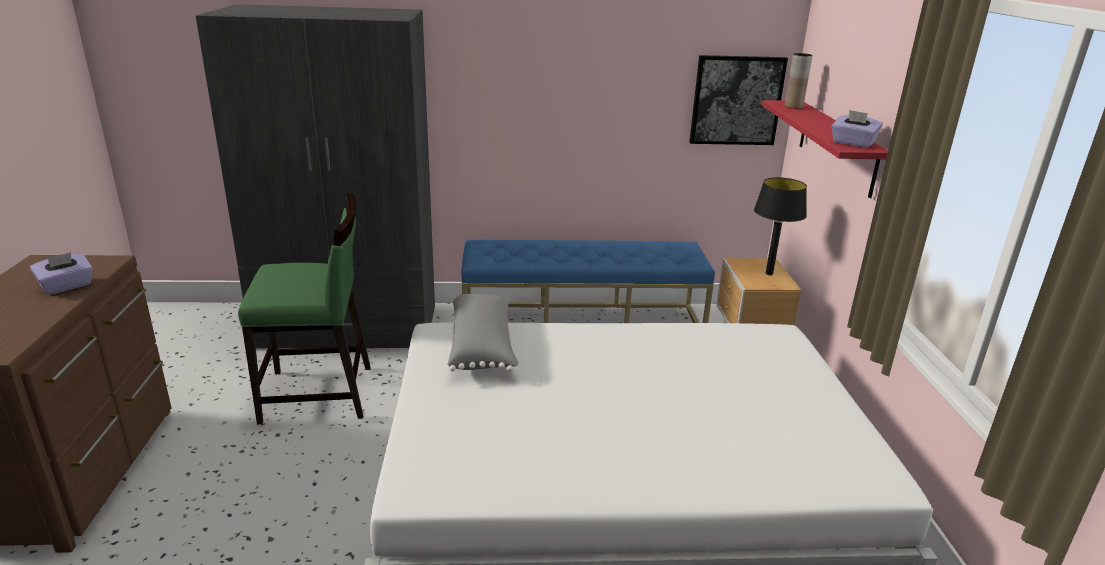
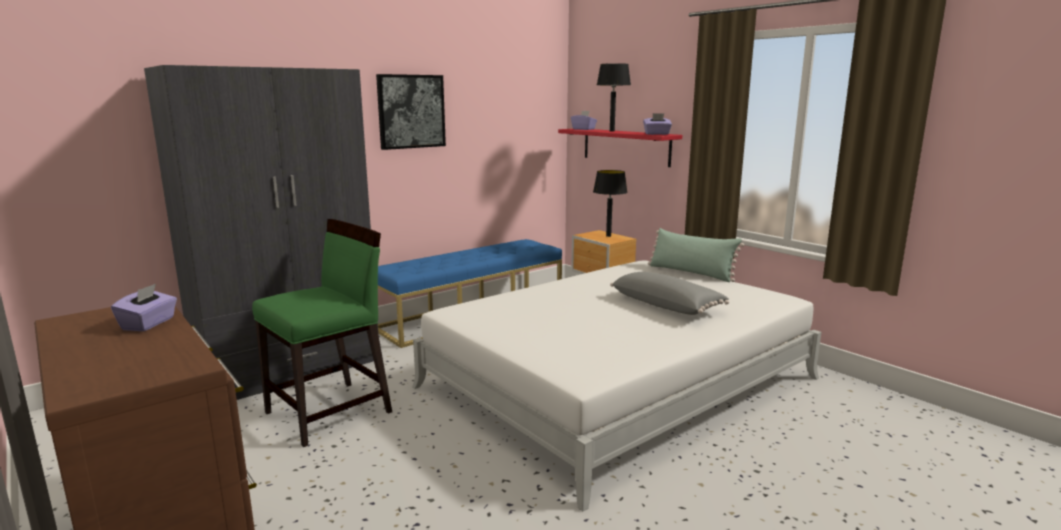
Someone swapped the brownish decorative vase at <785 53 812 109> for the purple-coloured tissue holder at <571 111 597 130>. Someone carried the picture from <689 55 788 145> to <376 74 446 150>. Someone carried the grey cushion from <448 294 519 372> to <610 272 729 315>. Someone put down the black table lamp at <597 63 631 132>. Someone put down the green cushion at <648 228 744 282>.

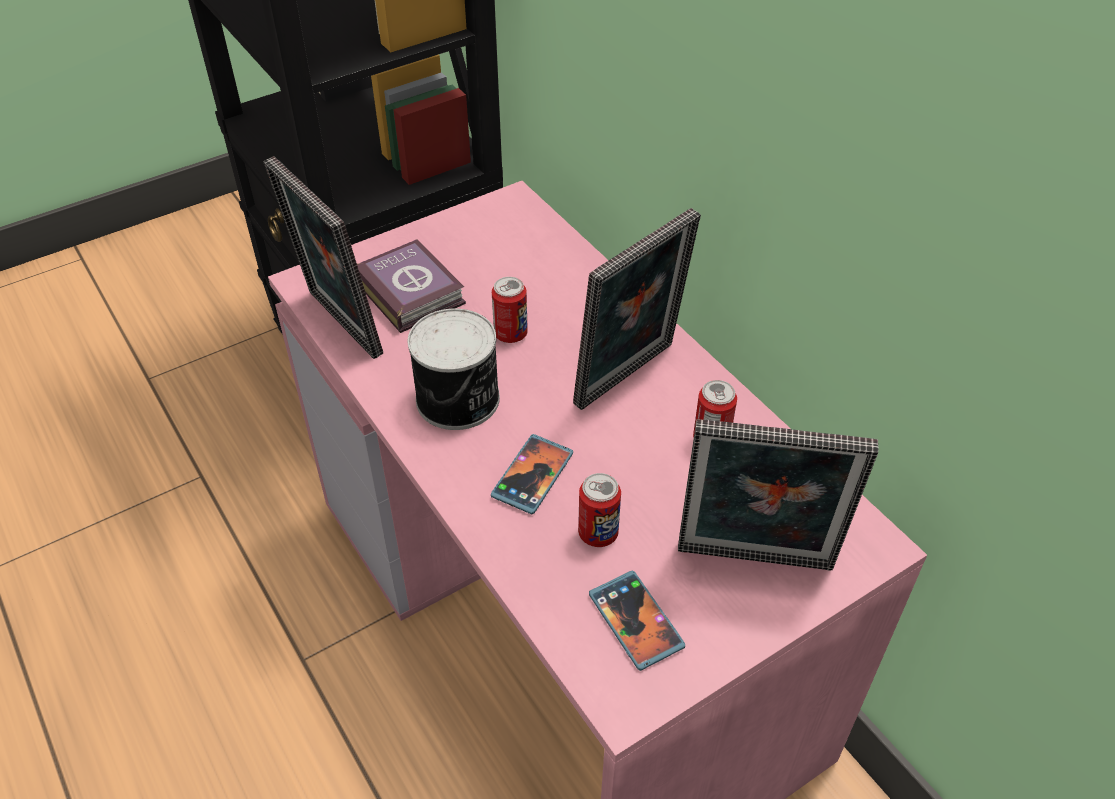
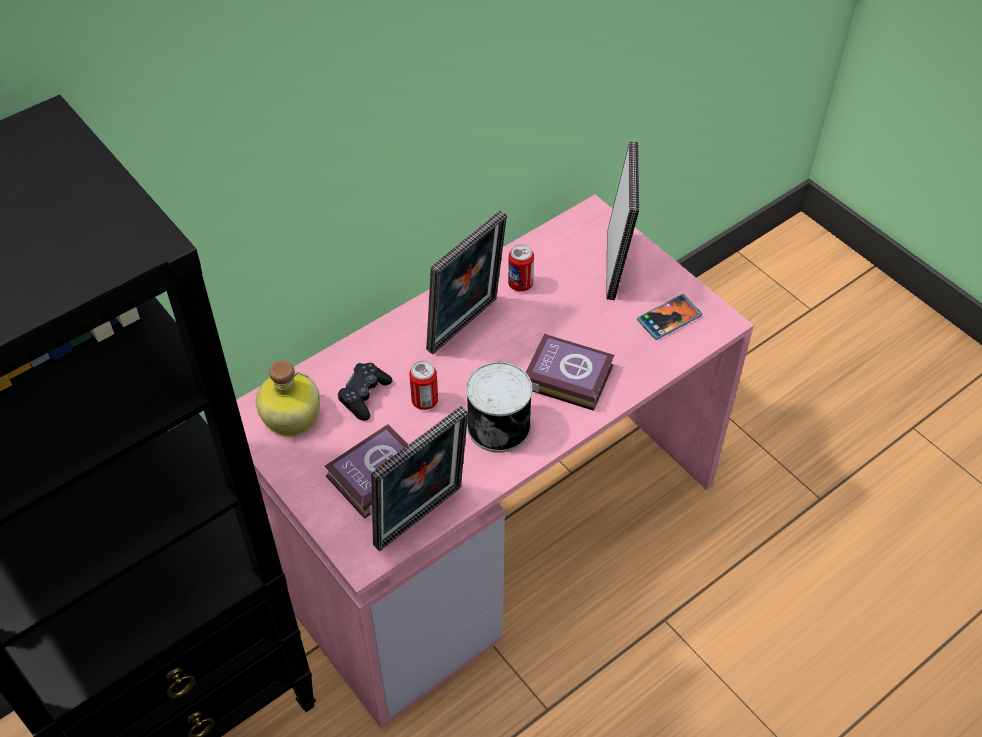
Someone rotated the picture frame at <573 208 701 410> by 90 degrees clockwise. Someone swapped the phone at <491 434 573 514> for the book at <526 334 614 411>. Someone took away the can at <578 473 621 547>. Someone put down the bottle at <256 360 320 437>. Someone put down the black game controller at <338 363 392 421>.

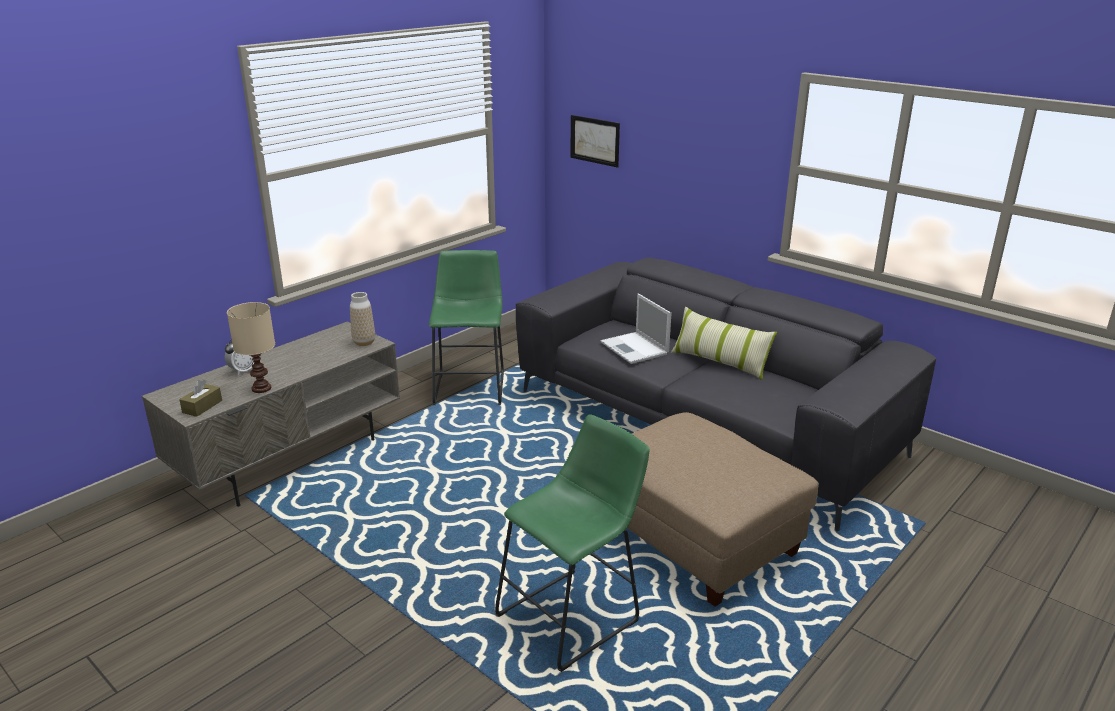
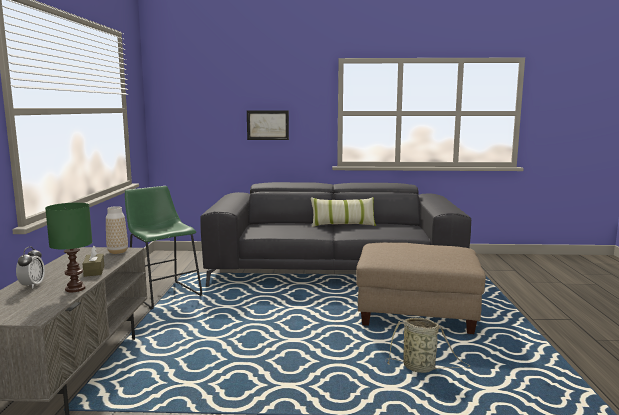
Someone carried the picture from <570 115 620 167> to <247 110 289 140>. Someone took away the notebook computer at <601 294 671 364>. Someone repainted the beige-coloured table lamp at <227 302 275 393>, which became the green table lamp at <45 203 92 292>. Someone carried the brownish tissue holder from <179 379 222 417> to <83 246 104 277>. Someone swapped the green sitting stool at <495 414 650 672> for the basket at <385 318 470 373>.

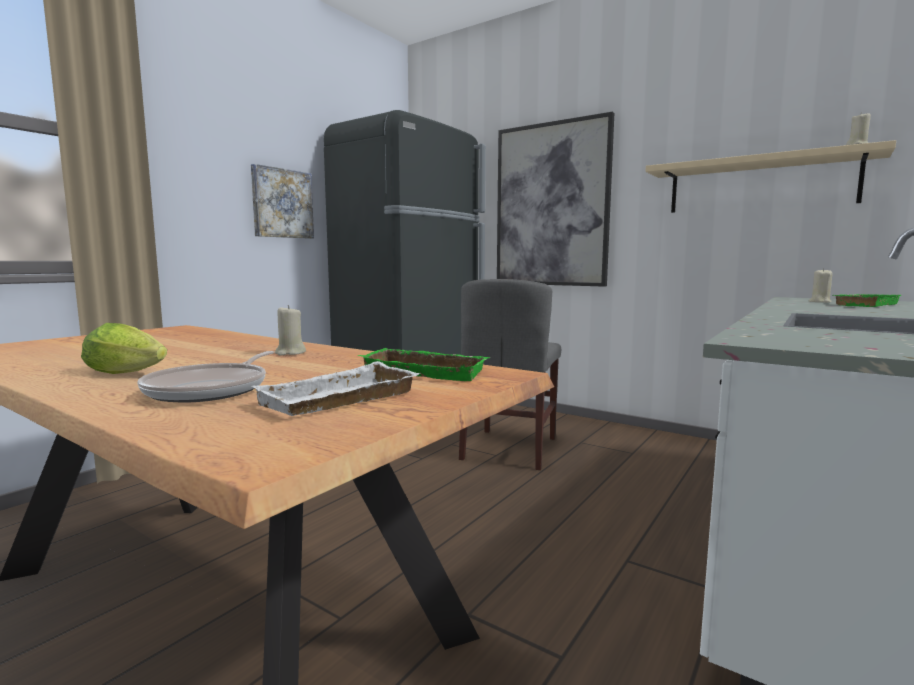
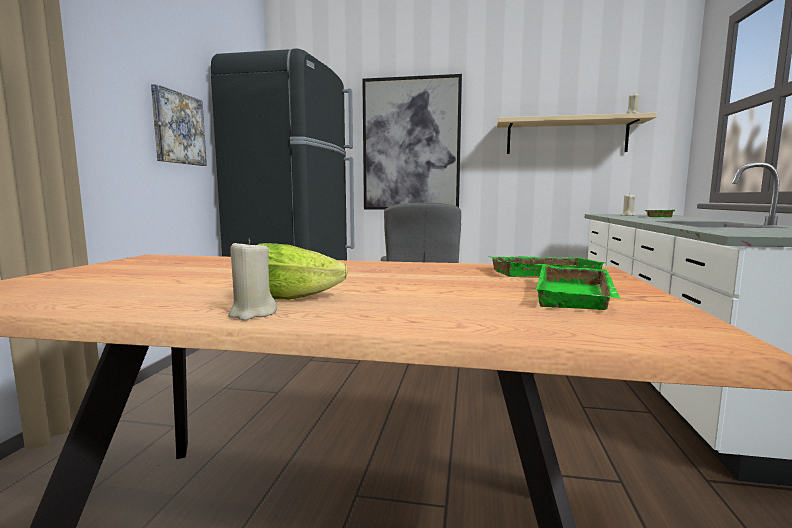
Someone carried the beige-coloured wax light from <275 305 306 356> to <228 239 277 321>. Someone took away the frying pan at <137 351 274 403>. Someone repainted the whitish serving tray at <251 361 420 416>, which became the green serving tray at <535 264 620 310>.

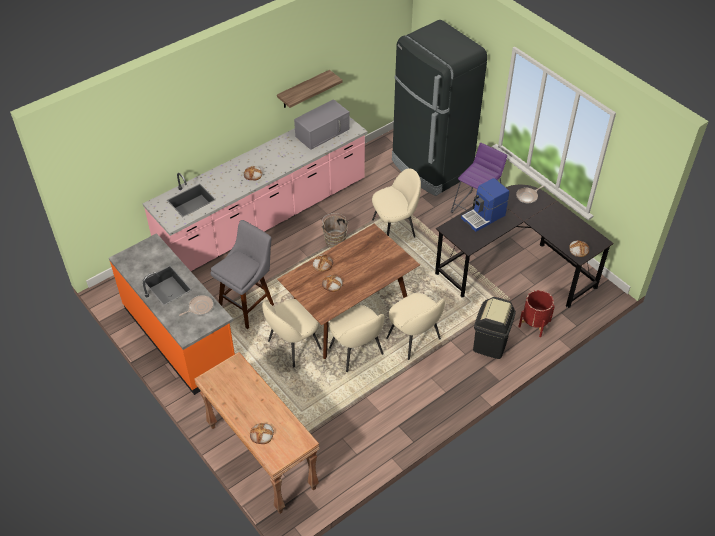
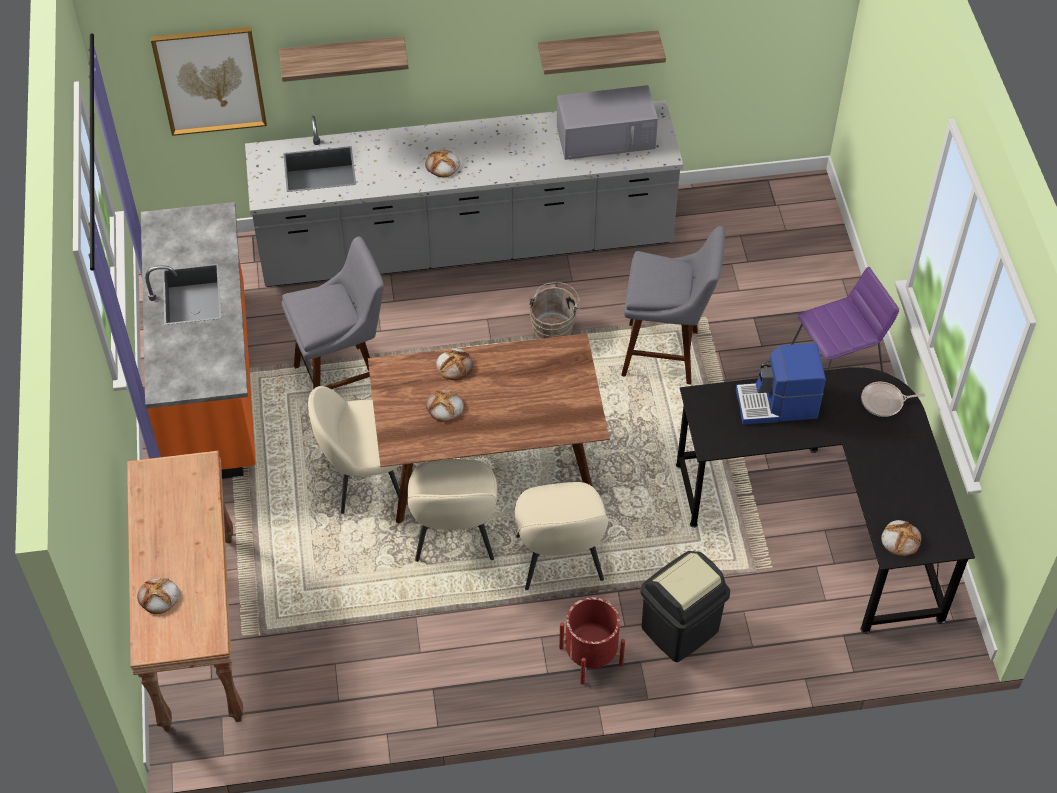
Someone took away the black kitchen fridge at <392 20 487 196>. Someone repainted the pinkish counter at <143 116 367 271>, which became the grey counter at <245 100 683 287>. Someone swapped the beige-coloured upright chair at <372 168 421 238> for the grey sitting stool at <621 226 725 385>. Someone carried the red plant pot from <518 290 555 337> to <559 597 625 684>. Someone took away the frying pan at <179 295 213 316>. Someone put up the picture at <151 27 267 136>. Someone put up the wall shelf at <279 36 409 82>.

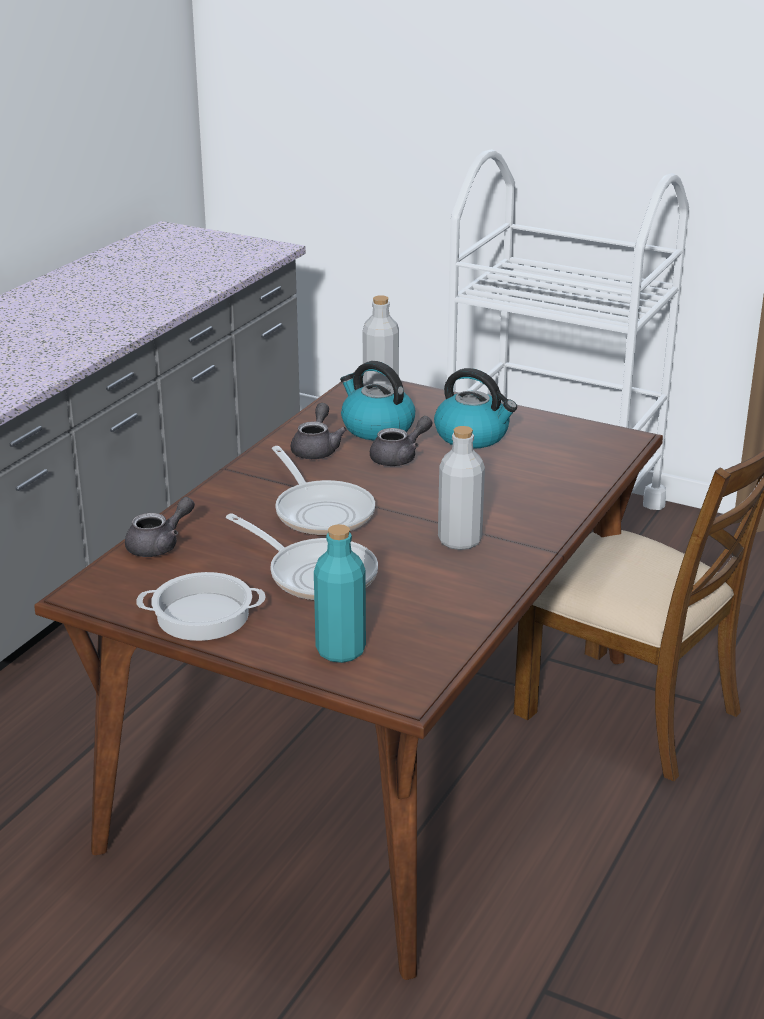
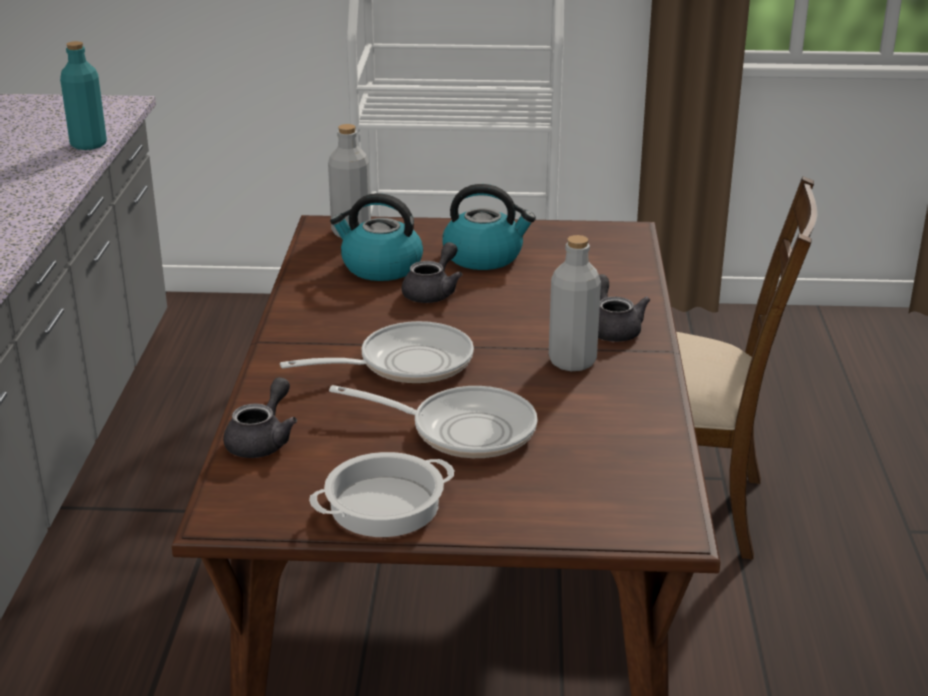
Someone carried the grey tea pot from <291 403 347 459> to <598 274 650 342>. Someone rotated the frying pan at <272 446 375 536> by 60 degrees counterclockwise. Someone carried the blue-green bottle from <314 524 366 663> to <60 41 107 150>.

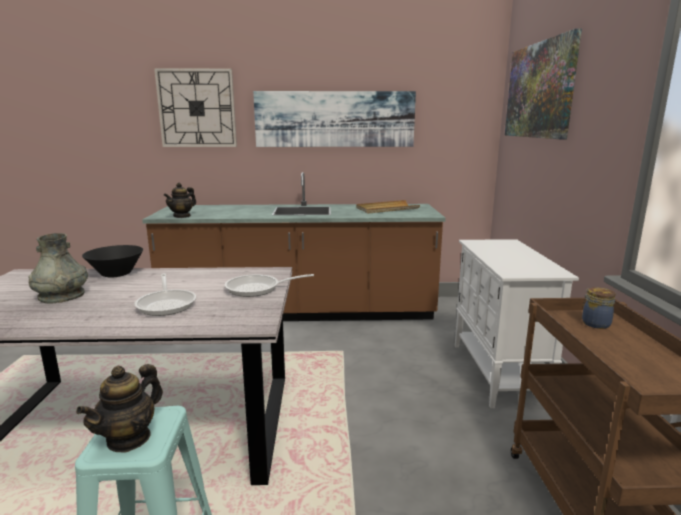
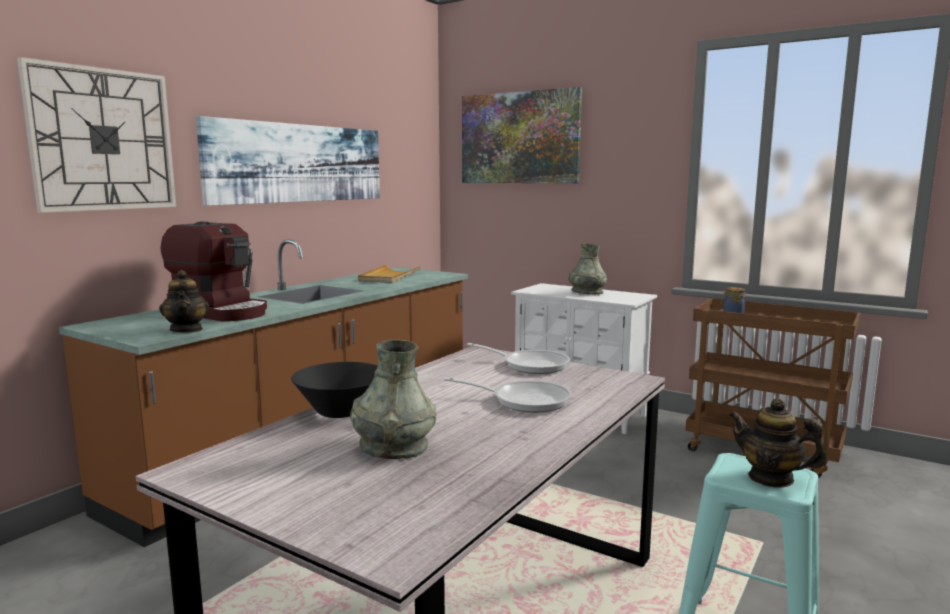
Someone rotated the frying pan at <225 274 314 297> by 90 degrees counterclockwise. Someone rotated the tea pot at <76 364 163 453> by 150 degrees clockwise. Someone put down the coffee maker at <161 222 267 321>. Someone put down the grey decorative vase at <568 244 607 294>.

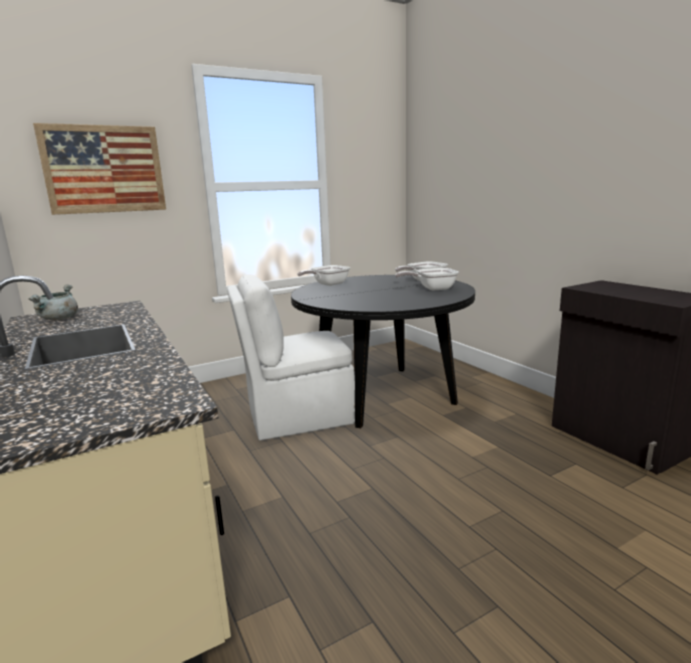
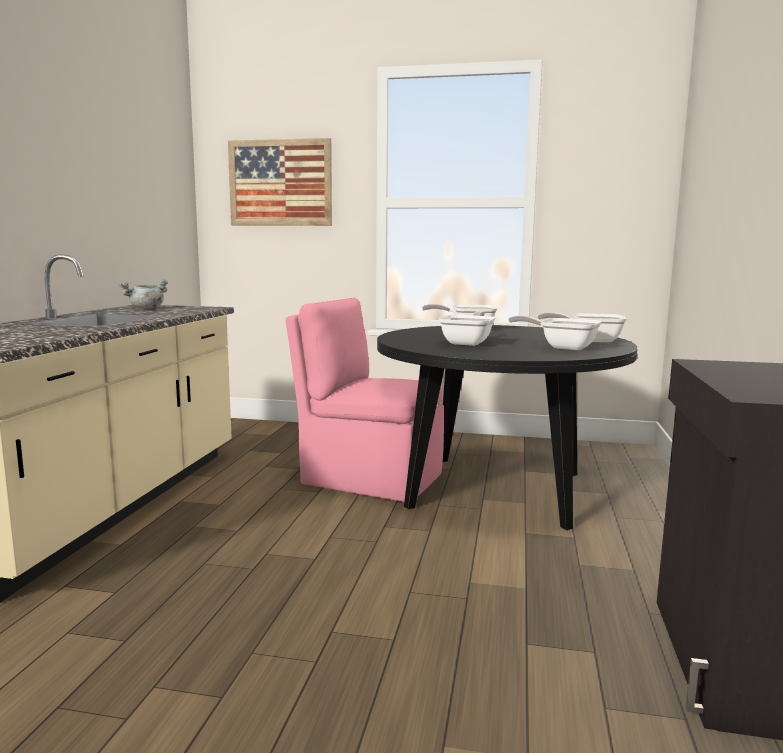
Someone repainted the whitish upright chair at <227 274 355 441>, which became the pinkish upright chair at <285 298 444 502>. Someone put down the frying pan at <438 311 496 346>.

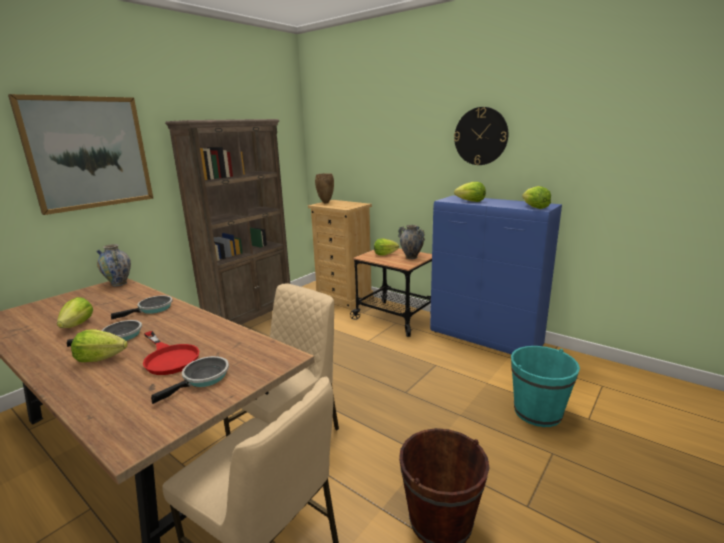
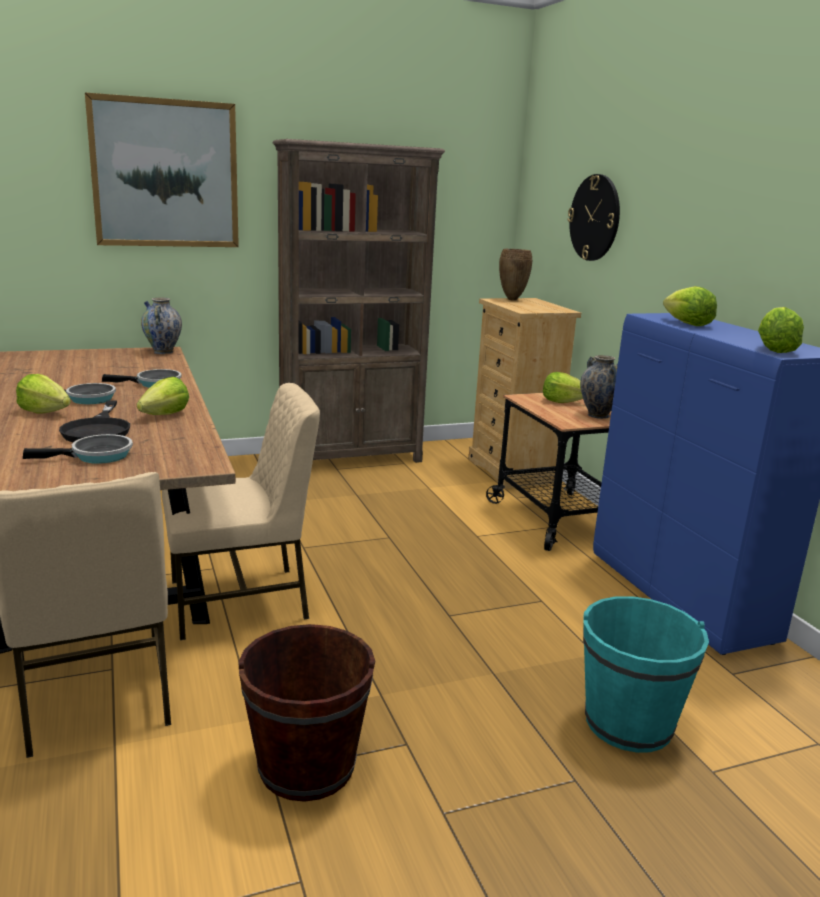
Someone carried the clock on the wall from <454 107 508 165> to <568 174 620 261>. Someone carried the lettuce head from <57 297 93 328> to <137 377 189 415>. Someone repainted the red frying pan at <143 331 199 375>, which became the black frying pan at <59 400 130 442>.

